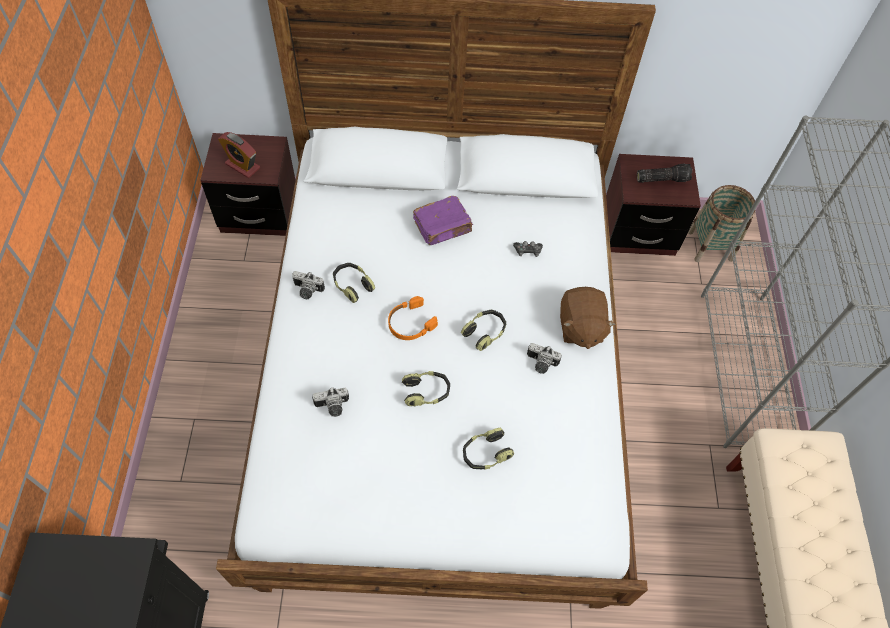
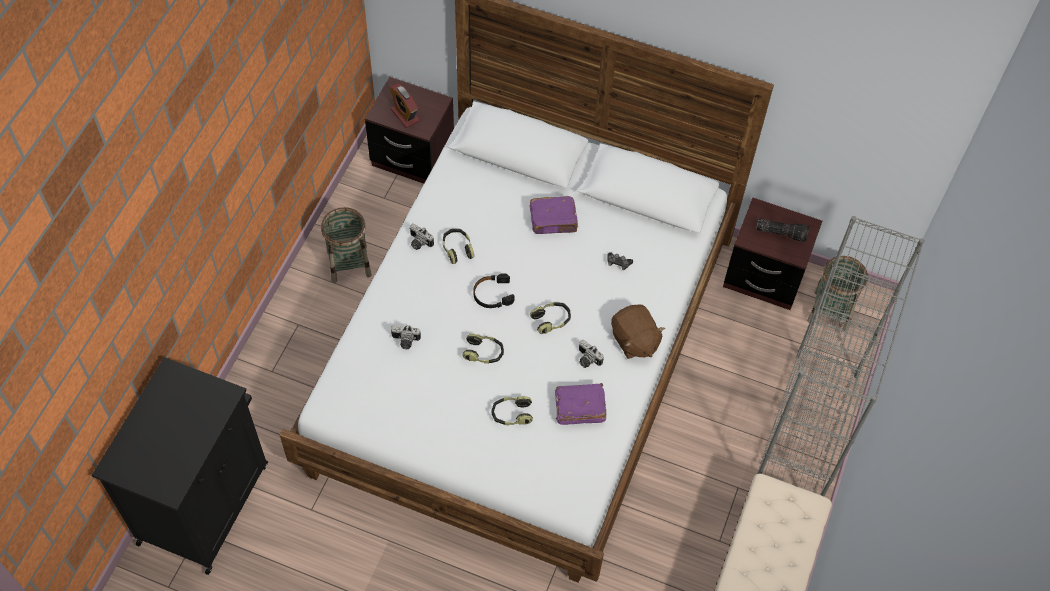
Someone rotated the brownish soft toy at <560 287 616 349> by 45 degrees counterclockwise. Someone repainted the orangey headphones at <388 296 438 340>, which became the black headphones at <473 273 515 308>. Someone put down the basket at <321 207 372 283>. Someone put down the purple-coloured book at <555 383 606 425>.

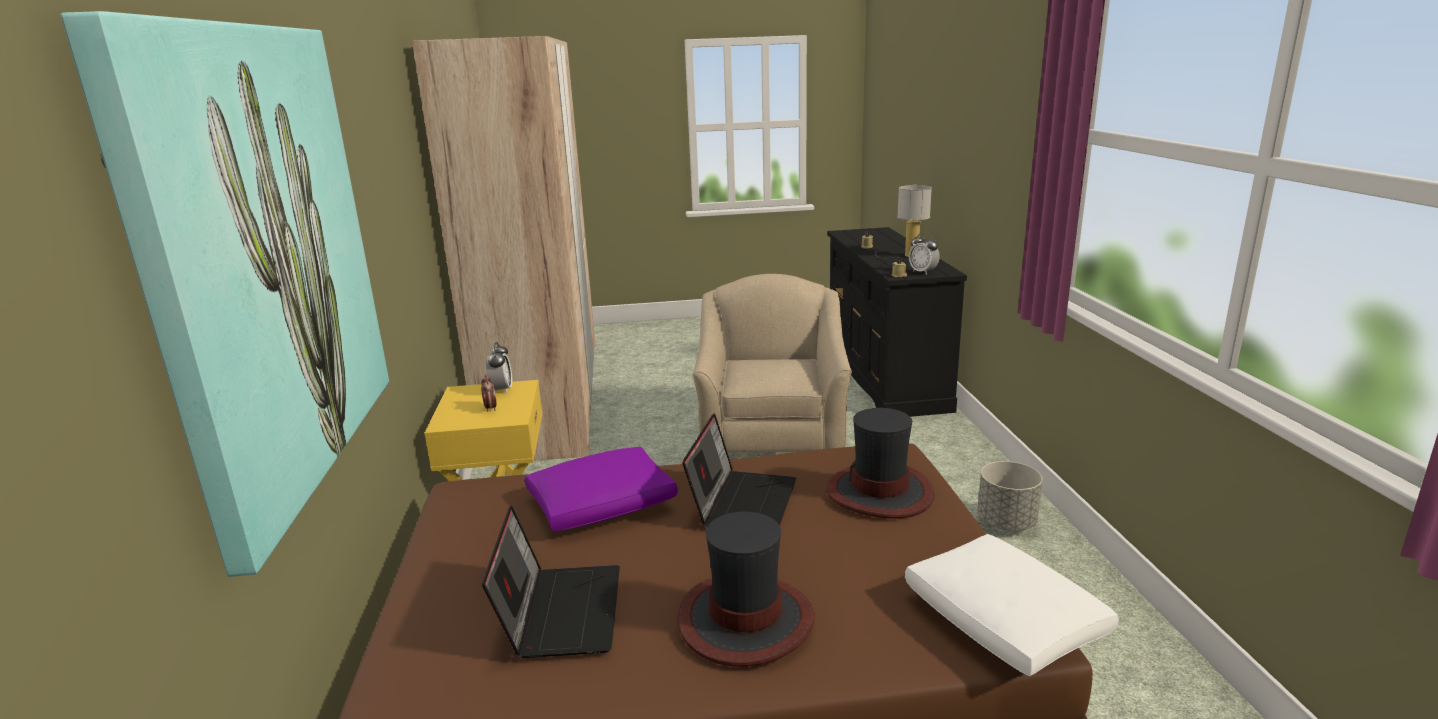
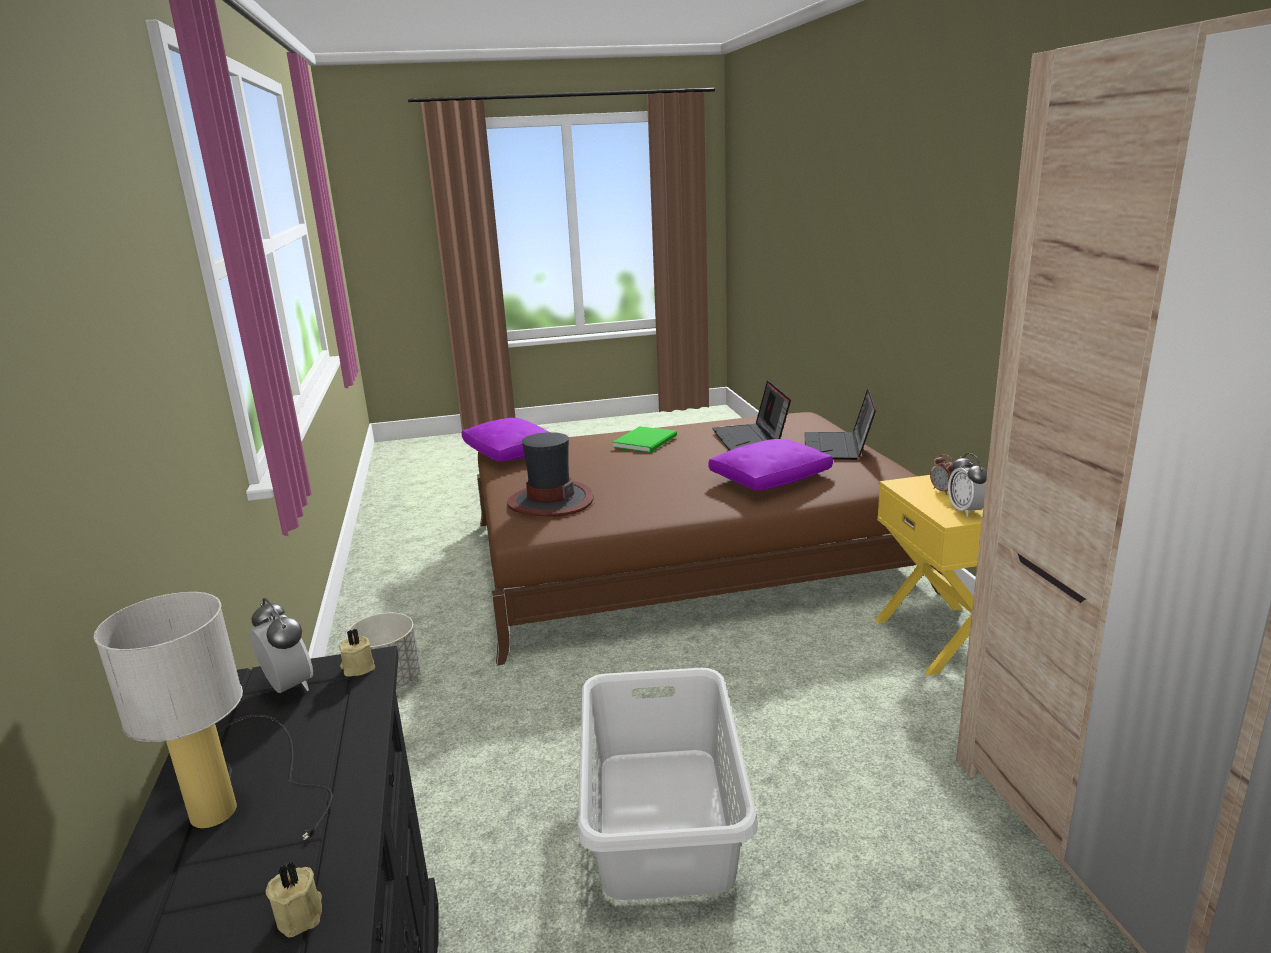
Someone took away the picture at <60 11 389 577>. Someone swapped the beige-coloured lounge chair at <692 274 852 453> for the grey washing basket at <578 668 758 900>. Someone carried the notebook computer from <682 413 796 527> to <804 388 876 460>. Someone swapped the hat at <677 512 814 667> for the green book at <613 426 677 453>. Someone repainted the whitish cushion at <905 534 1119 676>, which became the purple-coloured cushion at <461 418 548 461>.

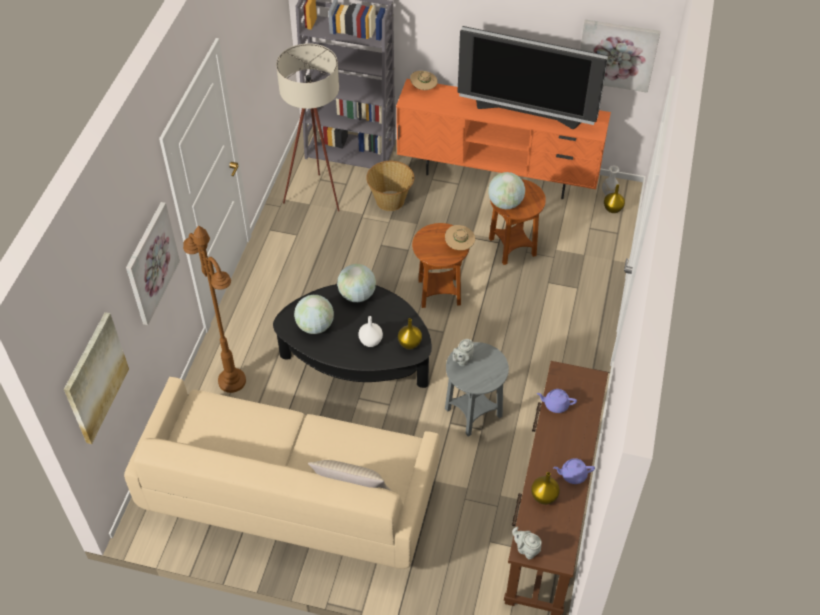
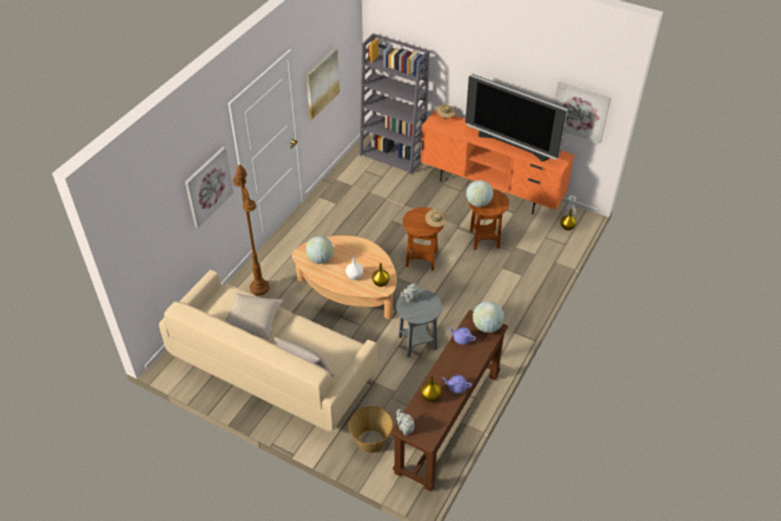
Someone took away the beige-coloured standard lamp at <276 44 339 212>. Someone carried the basket from <366 161 414 211> to <348 406 393 453>. Someone carried the desk globe from <337 264 376 302> to <473 301 504 333>. Someone repainted the black low table at <273 284 432 388>, which became the beige-coloured low table at <292 235 397 319>. Someone carried the picture from <64 312 129 444> to <306 48 340 120>. Someone put down the beige-coloured cushion at <225 293 283 339>.

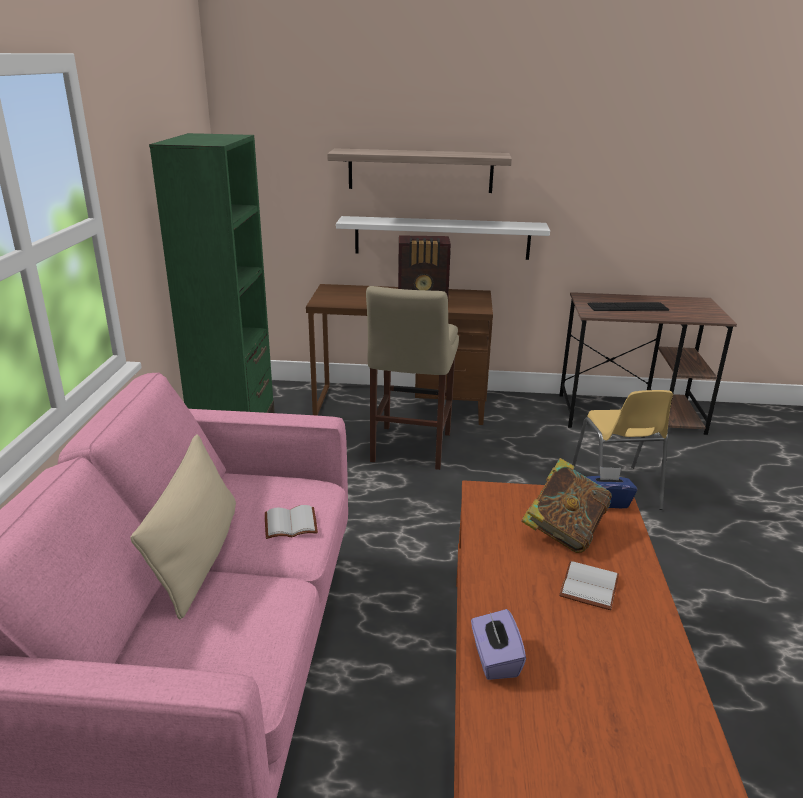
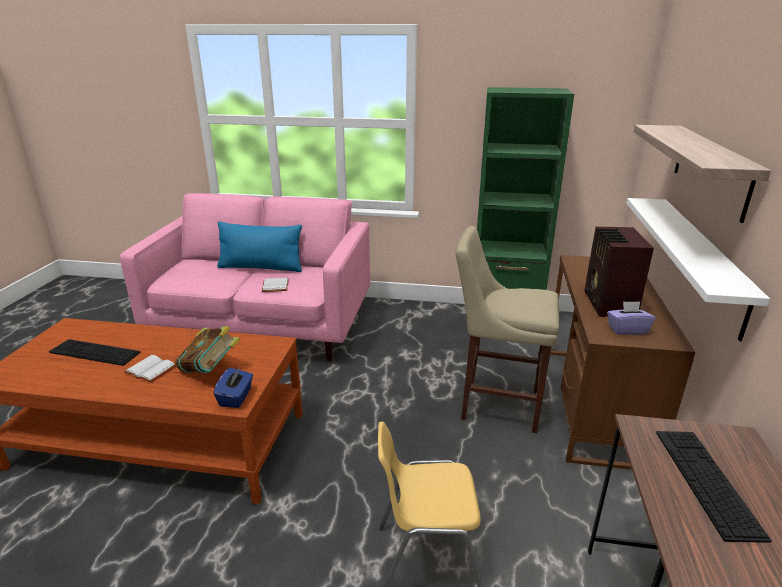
Someone repainted the beige-coloured cushion at <131 435 236 619>, which became the bluish cushion at <217 221 302 272>. Someone carried the purple-coloured tissue holder from <471 609 526 680> to <607 301 656 335>. Someone put down the PC keyboard at <49 339 141 366>.

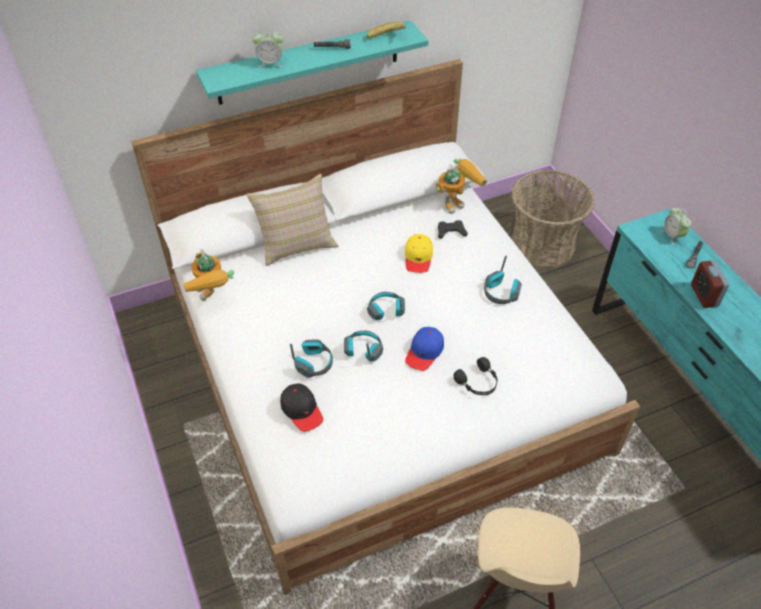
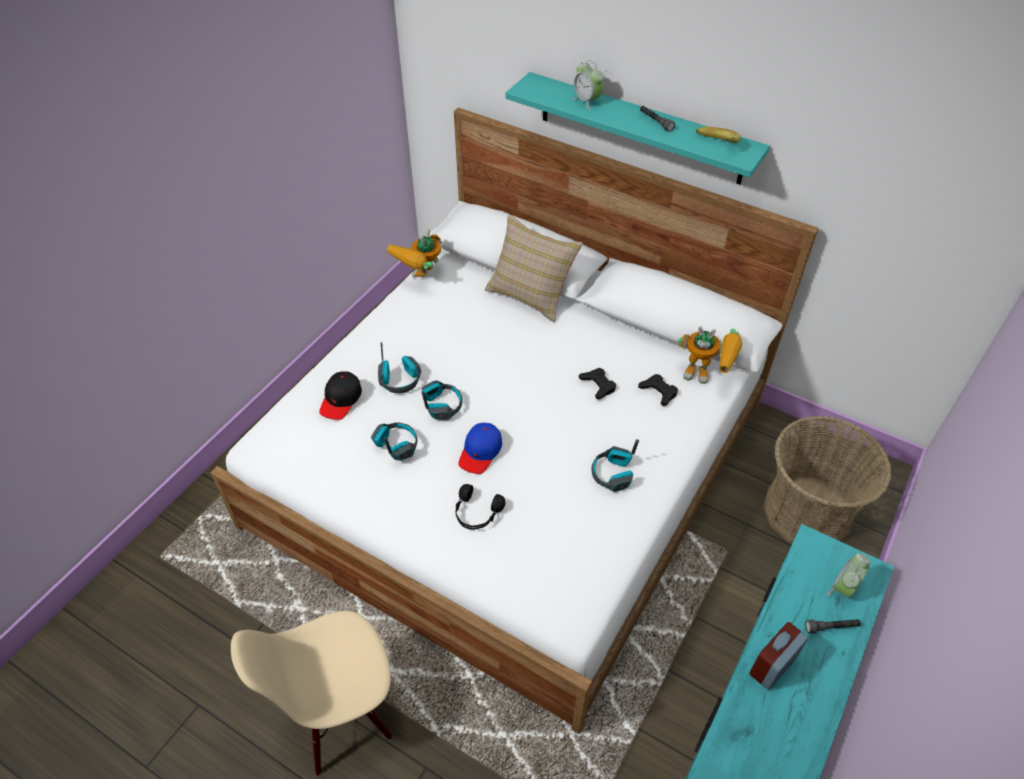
Someone swapped the yellowish peaked cap at <405 234 433 273> for the black game controller at <579 368 616 399>. Someone carried the headphones from <367 292 405 320> to <371 422 418 461>. Someone rotated the bluish peaked cap at <405 327 444 371> by 60 degrees counterclockwise.

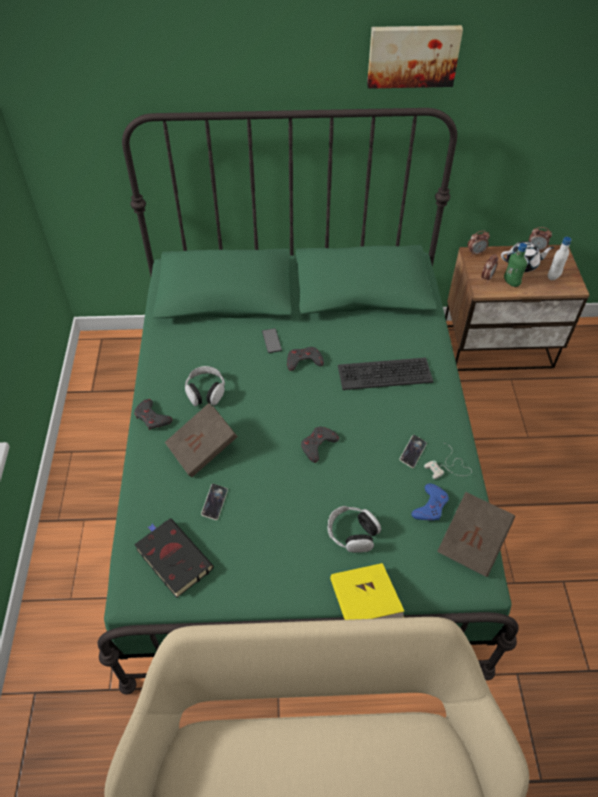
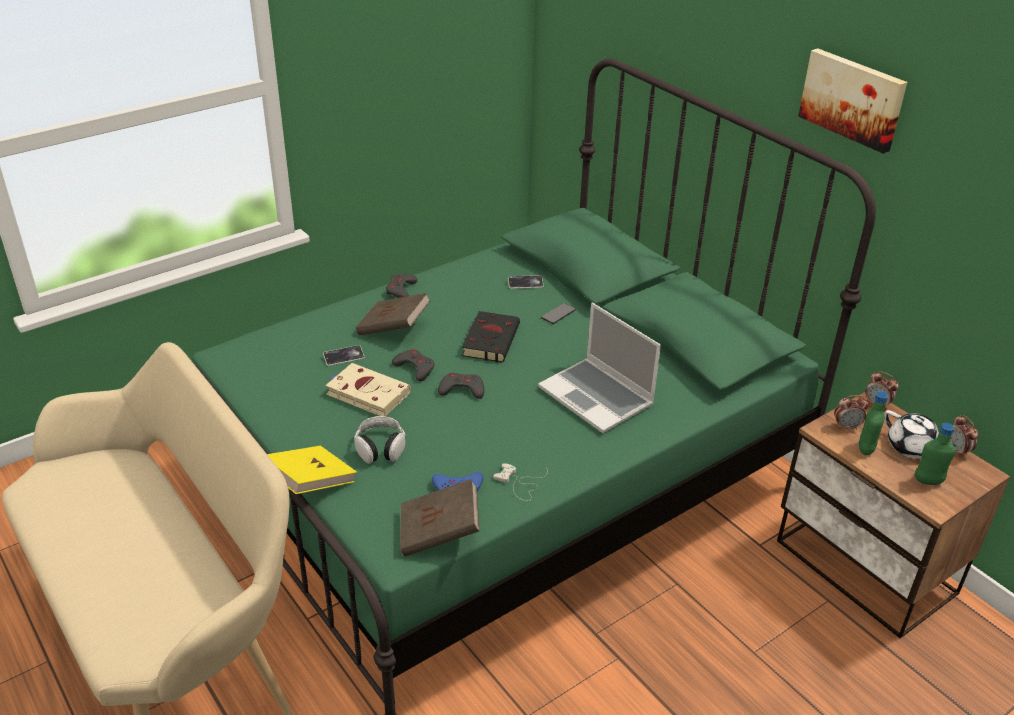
Someone repainted the whitish bottle at <548 237 572 280>, which became the green bottle at <915 423 956 485>. Someone carried the grey game controller from <287 347 324 371> to <392 349 435 381>. Someone swapped the PC keyboard at <338 357 433 390> for the notebook computer at <538 303 661 433>. Someone took away the headphones at <185 366 225 406>. Someone carried the phone from <399 435 427 468> to <508 275 544 289>. Someone carried the black book from <134 519 214 598> to <462 311 520 362>. Someone put down the beige-coloured book at <325 363 411 416>.

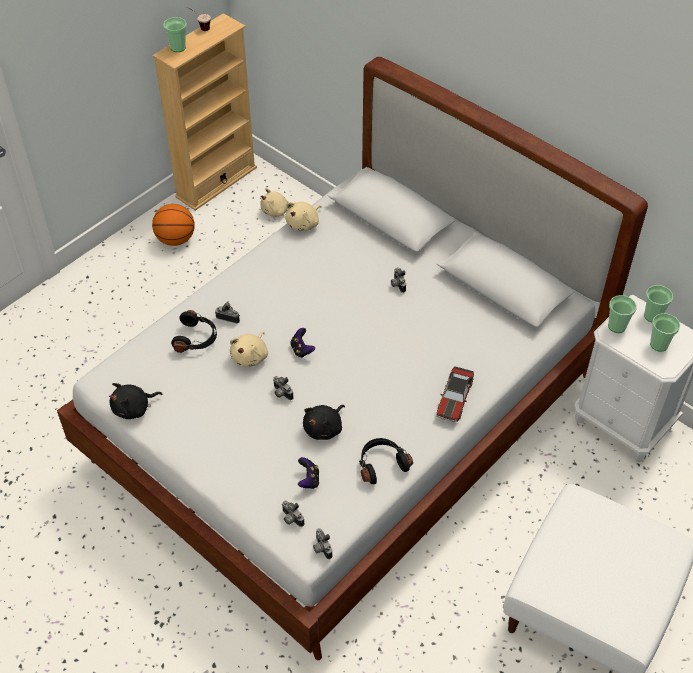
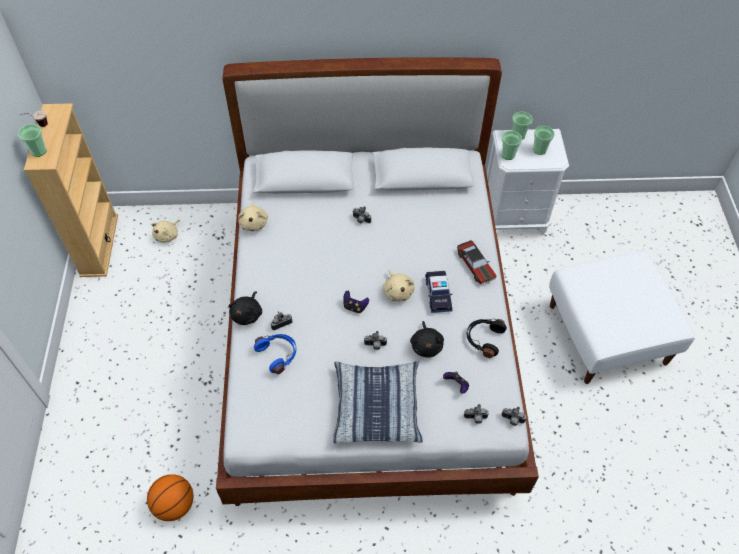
Someone carried the basketball ball from <152 204 195 246> to <147 474 194 521>. Someone repainted the black headphones at <171 310 217 353>, which became the bluish headphones at <254 334 296 374>. Someone carried the beige-coloured soft toy from <230 332 268 367> to <382 269 414 301>. Someone carried the black soft toy from <109 383 163 419> to <229 291 262 325>. Someone put down the toy car at <425 271 452 313>. Someone put down the cushion at <333 361 423 443>.

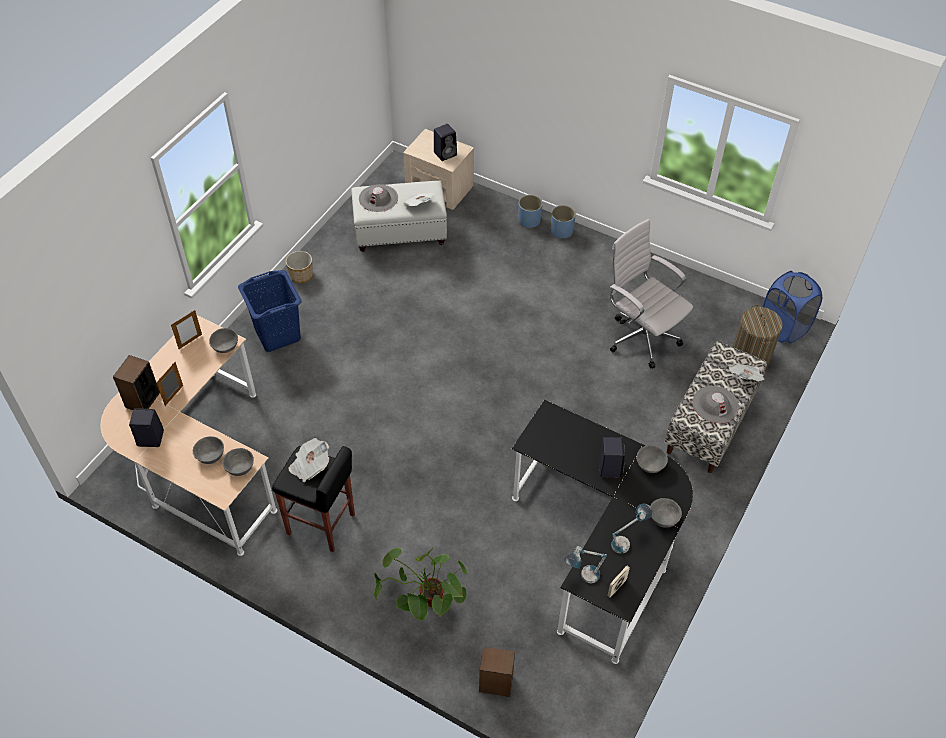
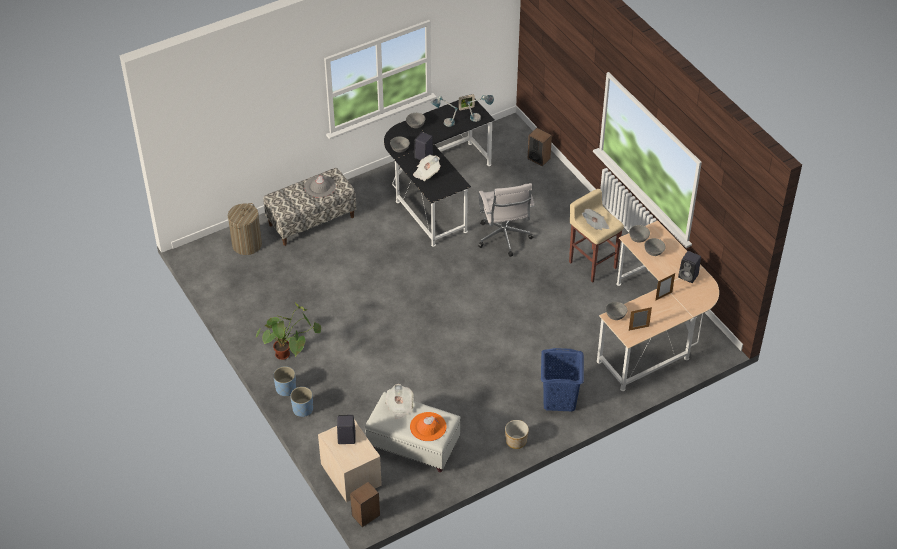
Someone repainted the grey hat at <359 184 398 212>, which became the orangey hat at <410 412 447 441>. Someone carried the whitish office chair from <610 219 693 369> to <478 183 535 257>. Someone took away the bluish washing basket at <763 271 822 344>. Someone carried the loudspeaker from <113 355 160 410> to <350 482 380 527>. Someone carried the daily paper from <729 363 765 381> to <413 155 440 181>. Someone repainted the black sitting stool at <272 446 355 552>, which became the beige-coloured sitting stool at <569 189 624 283>. Someone carried the potted plant from <374 547 468 621> to <256 303 321 360>.

